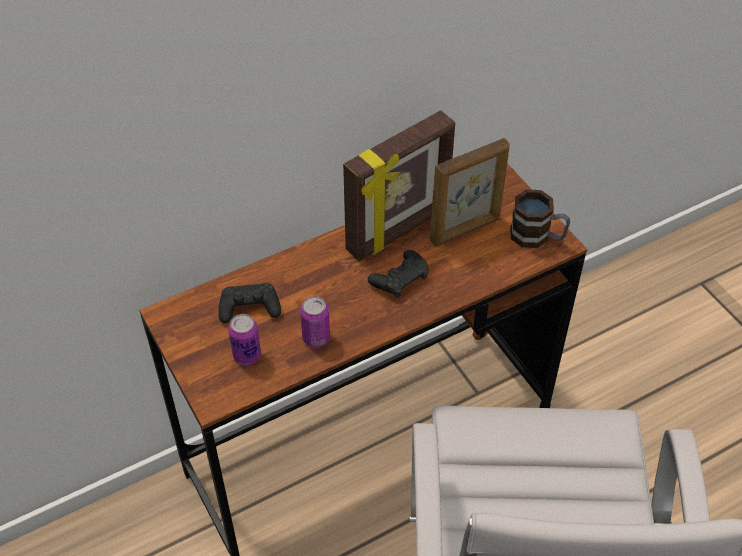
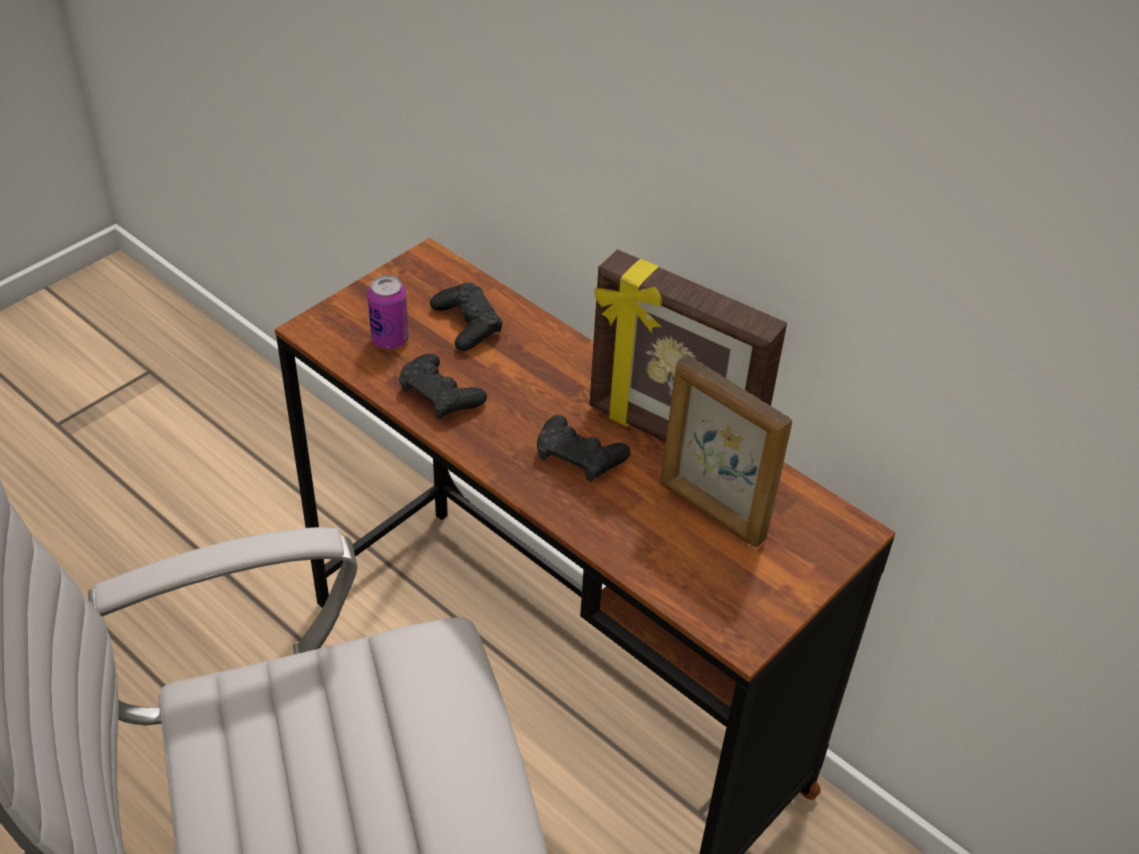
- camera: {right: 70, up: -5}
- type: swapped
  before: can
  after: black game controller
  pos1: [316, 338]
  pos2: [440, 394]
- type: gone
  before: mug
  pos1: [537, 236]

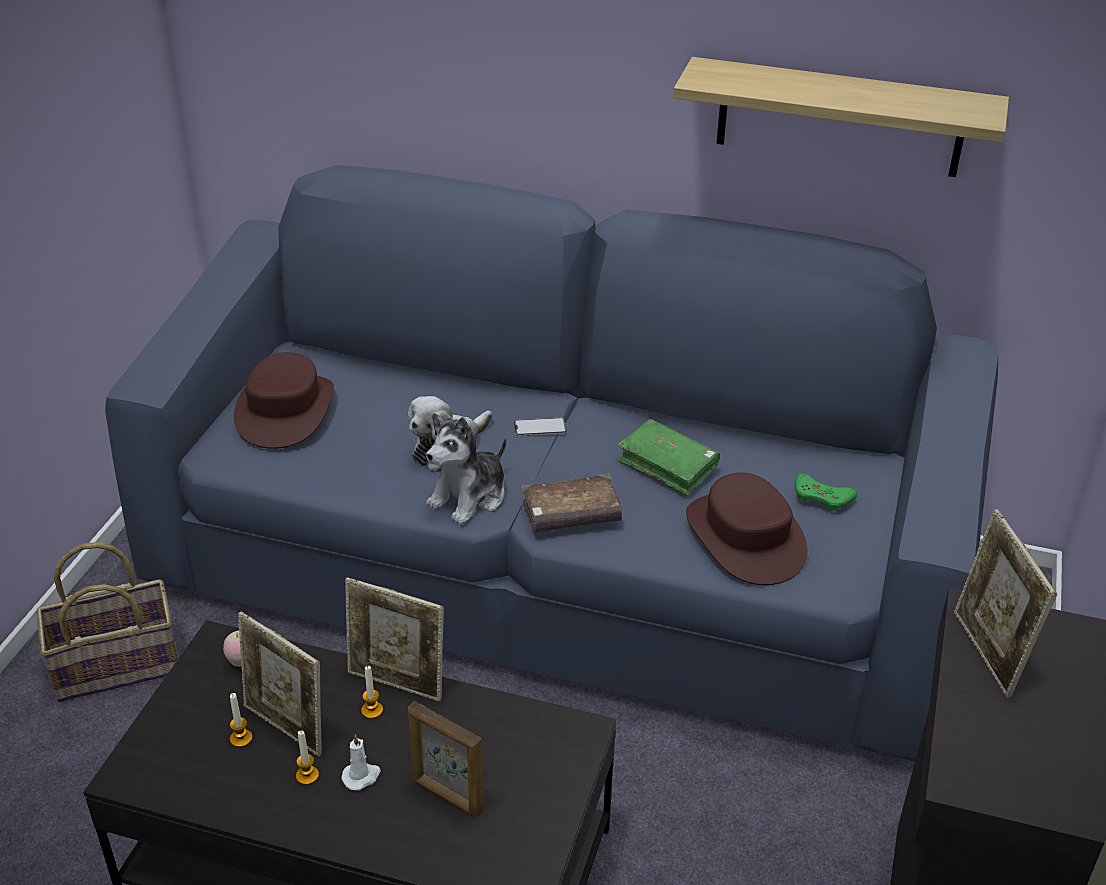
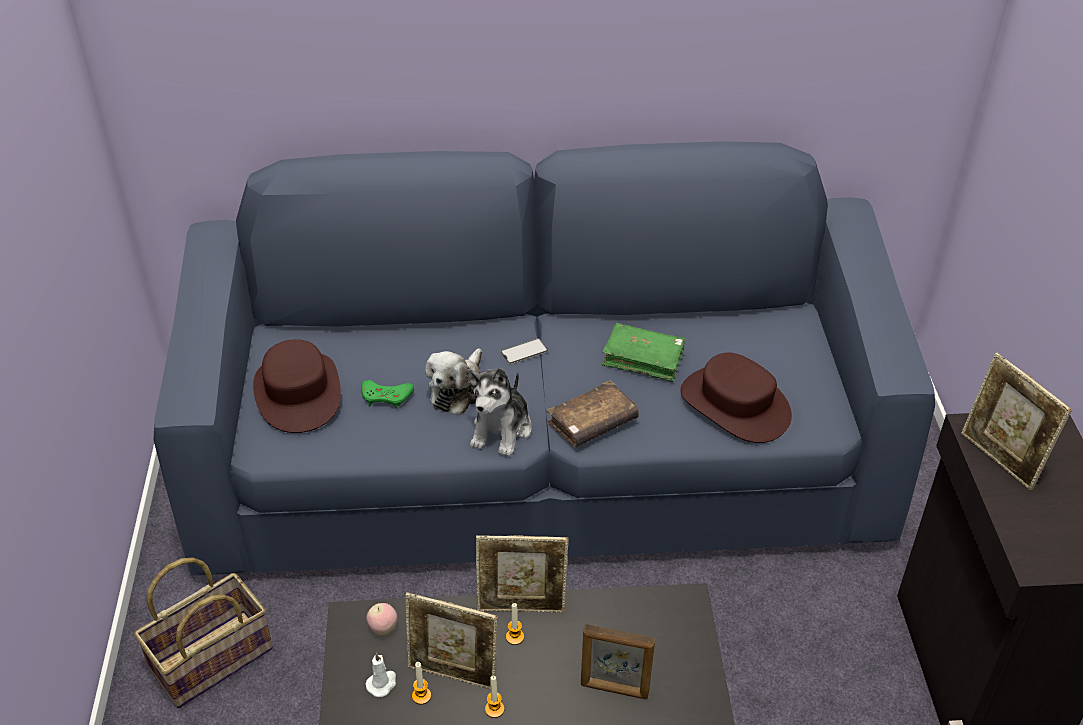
- camera: {right: -20, up: 5}
- type: shifted
  before: green game controller
  pos1: [822, 498]
  pos2: [386, 397]
- type: shifted
  before: white candle
  pos1: [361, 776]
  pos2: [382, 683]
- type: gone
  before: shelf
  pos1: [840, 118]

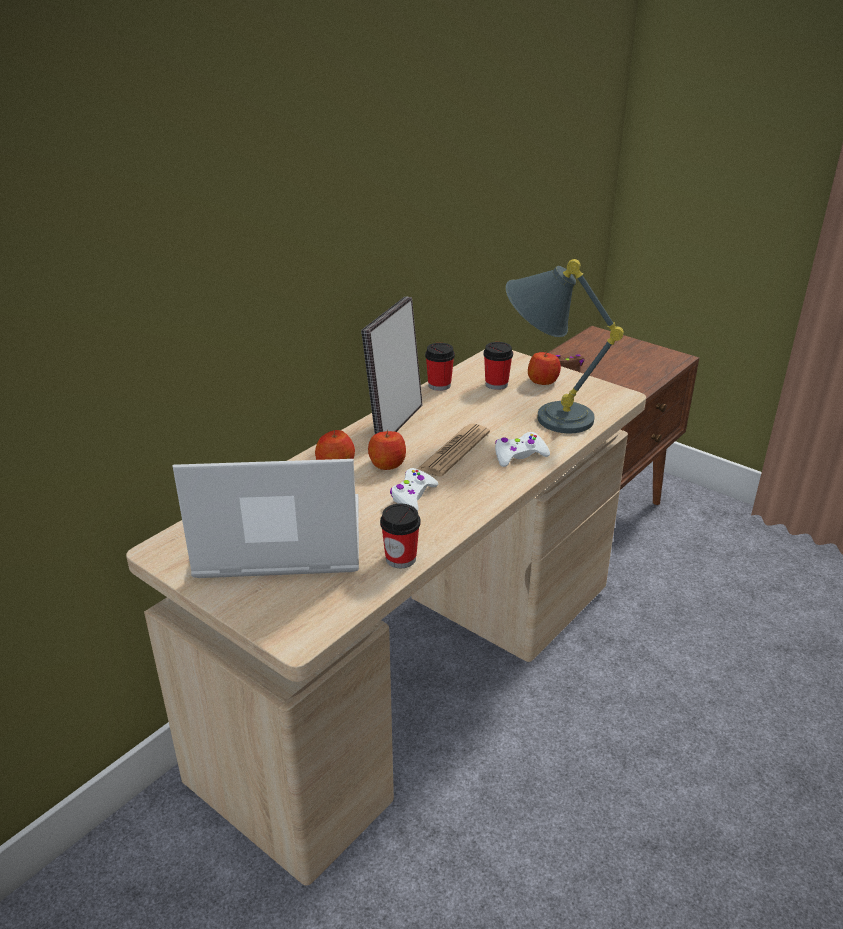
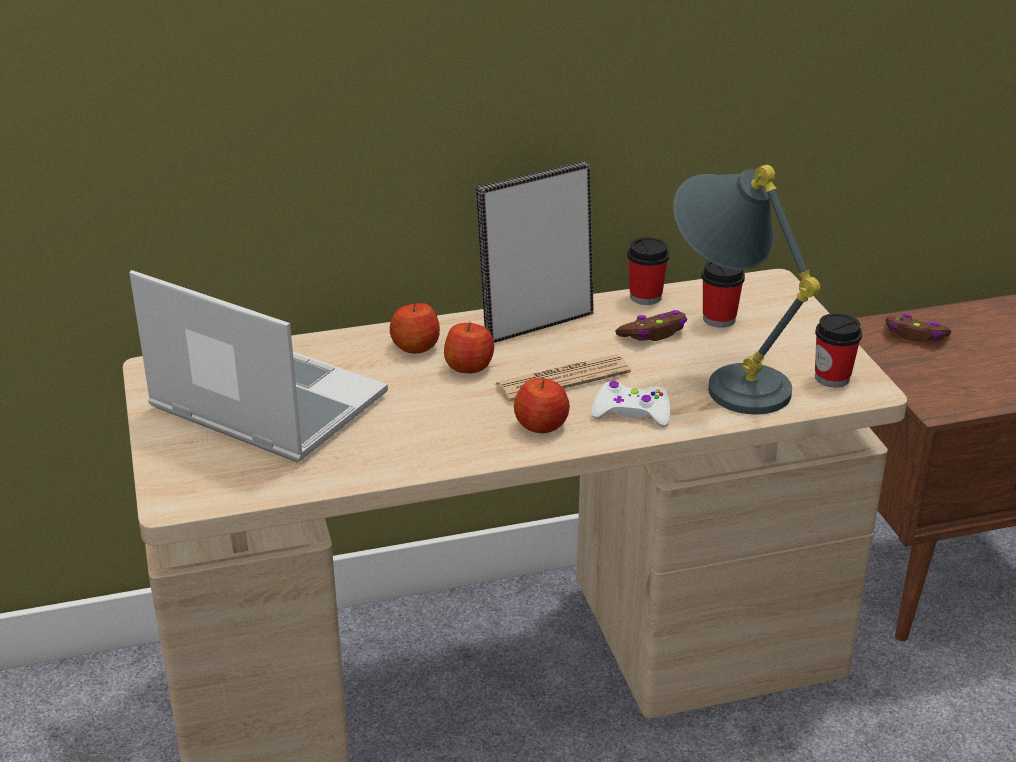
- camera: {right: 35, up: 0}
- type: shifted
  before: apple
  pos1: [543, 381]
  pos2: [542, 425]
- type: new
  after: brown game controller
  pos2: [653, 333]
- type: shifted
  before: cup
  pos1: [400, 558]
  pos2: [832, 378]
- type: gone
  before: white game controller
  pos1: [413, 496]

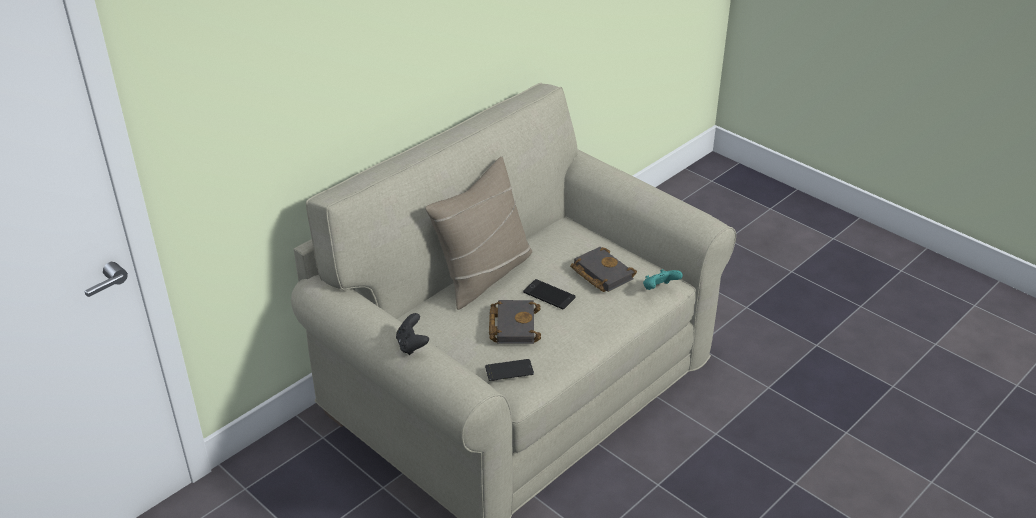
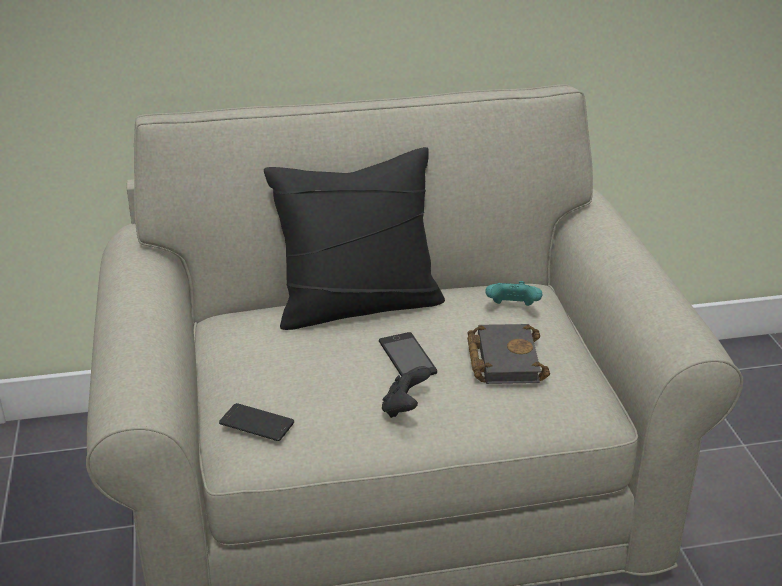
- camera: {right: 35, up: -5}
- type: repainted
  before: beige pillow
  after: black pillow
  pos1: [484, 275]
  pos2: [358, 305]
- type: shifted
  before: black game controller
  pos1: [412, 345]
  pos2: [404, 408]
- type: shifted
  before: turquoise game controller
  pos1: [659, 289]
  pos2: [512, 308]
- type: gone
  before: black book
  pos1: [512, 325]

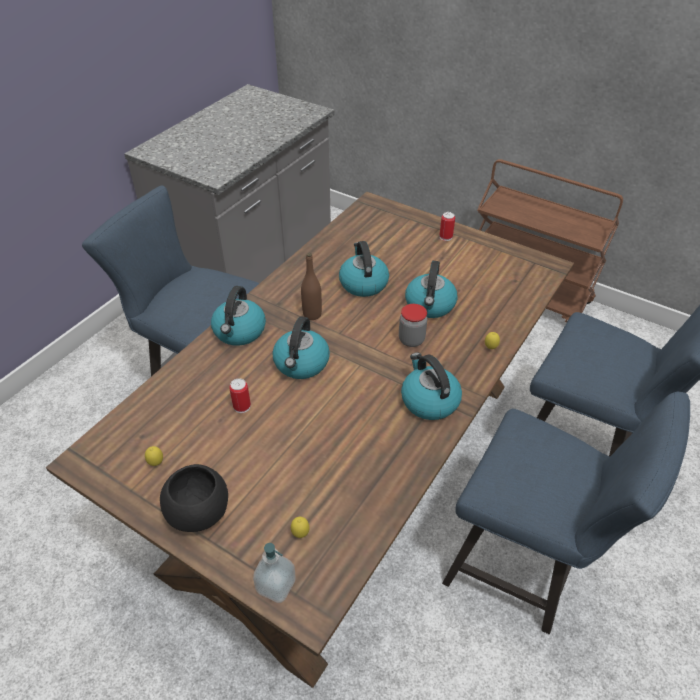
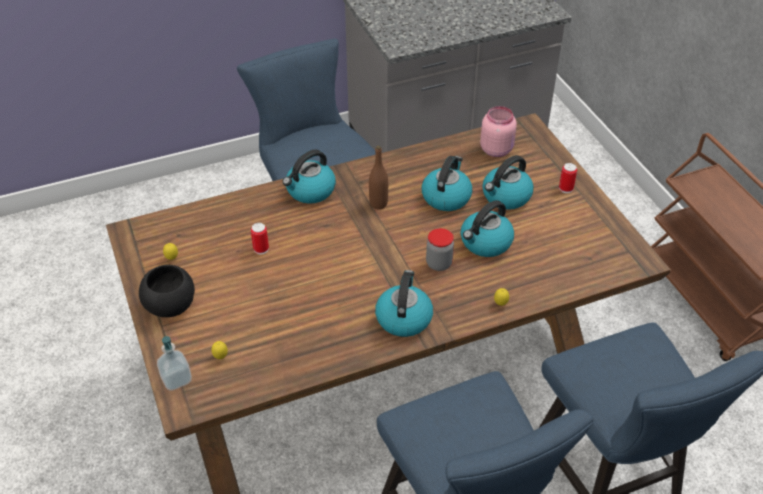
- camera: {right: 35, up: 0}
- type: new
  after: pink jar
  pos2: [496, 149]
- type: shifted
  before: kettle
  pos1: [301, 363]
  pos2: [506, 197]

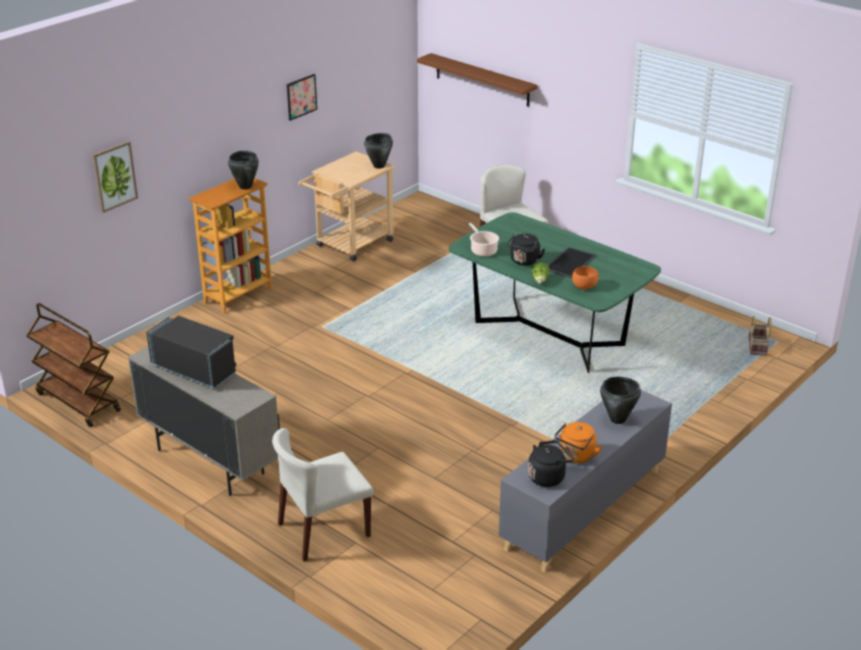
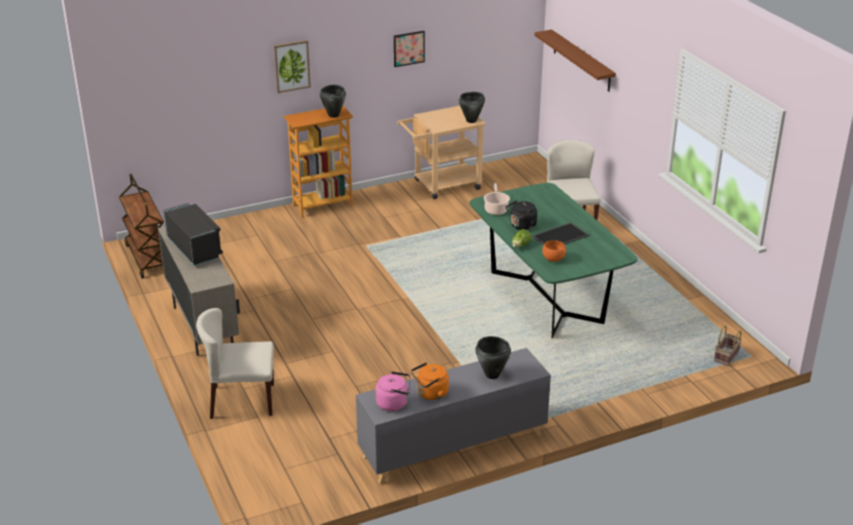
- camera: {right: 25, up: 0}
- type: shifted
  before: picture
  pos1: [114, 176]
  pos2: [291, 66]
- type: repainted
  before: black kettle
  after: pink kettle
  pos1: [548, 477]
  pos2: [394, 403]

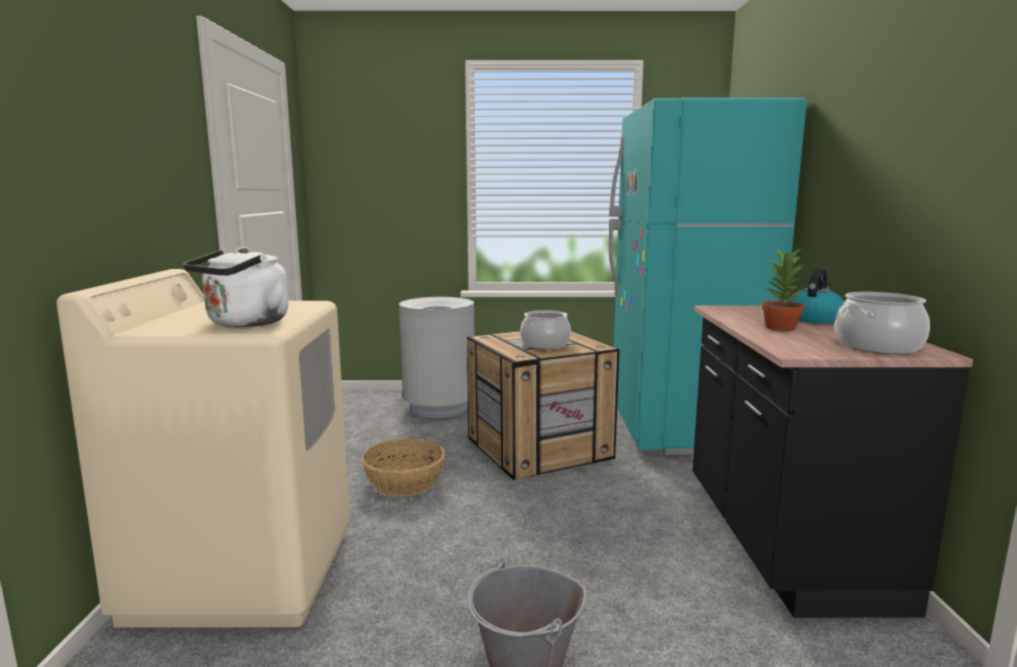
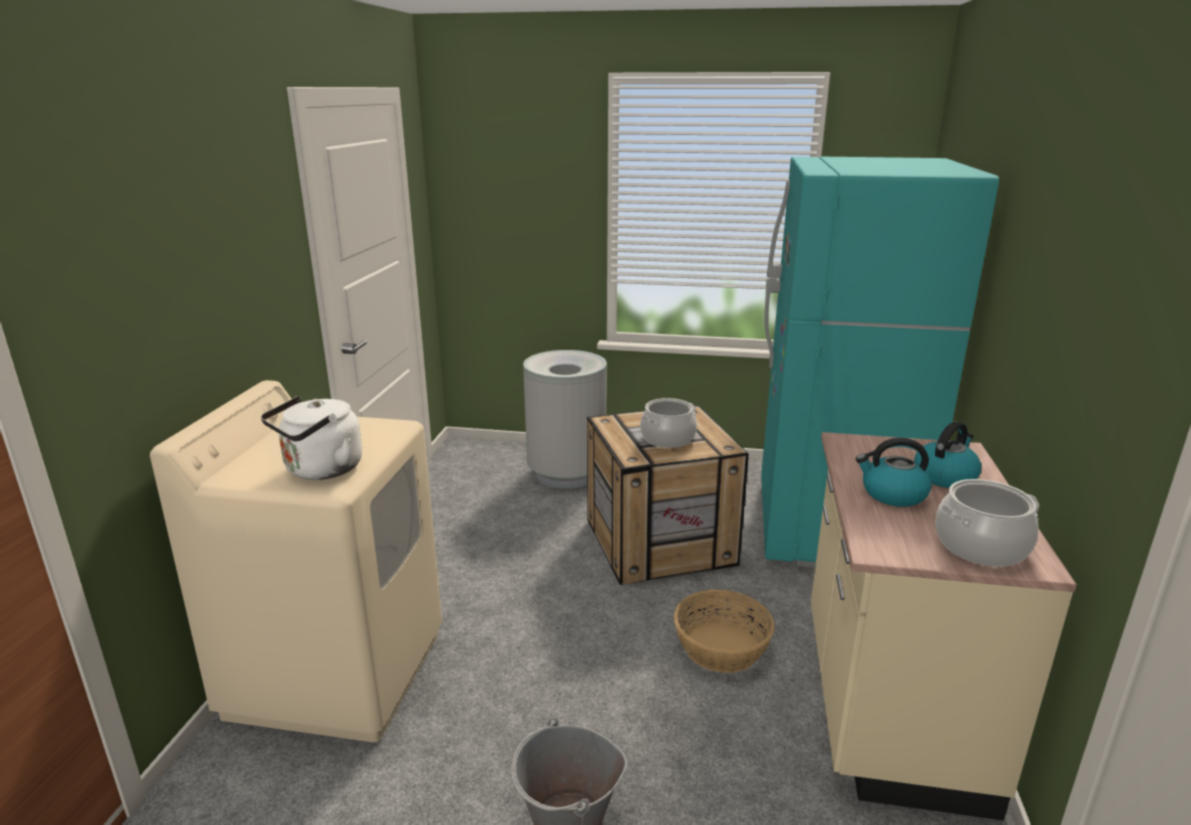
- camera: {right: 10, up: 10}
- type: shifted
  before: basket
  pos1: [405, 482]
  pos2: [721, 647]
- type: repainted
  before: black counter
  after: beige counter
  pos1: [784, 544]
  pos2: [886, 706]
- type: swapped
  before: potted plant
  after: kettle
  pos1: [781, 328]
  pos2: [892, 494]

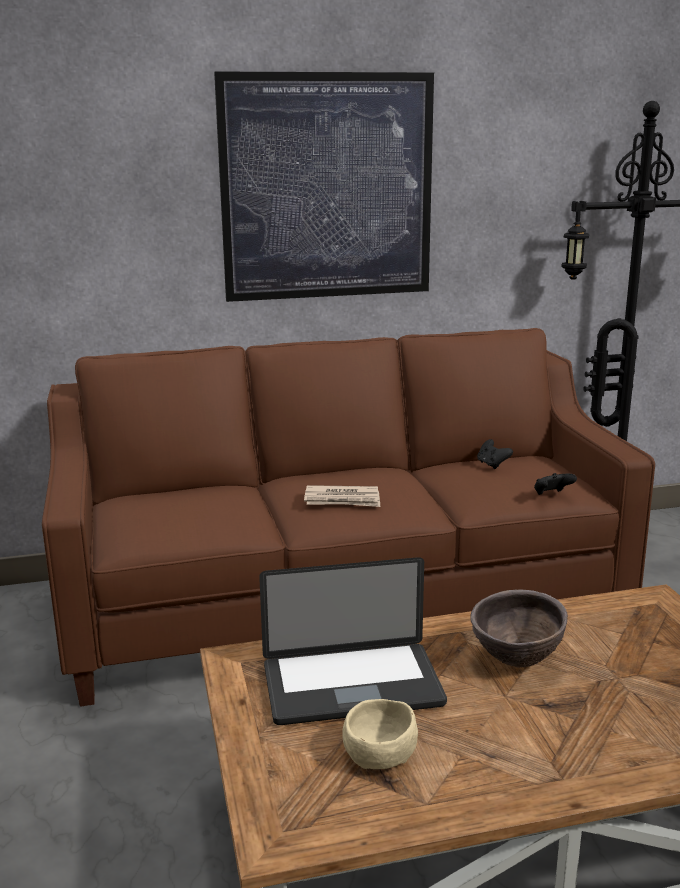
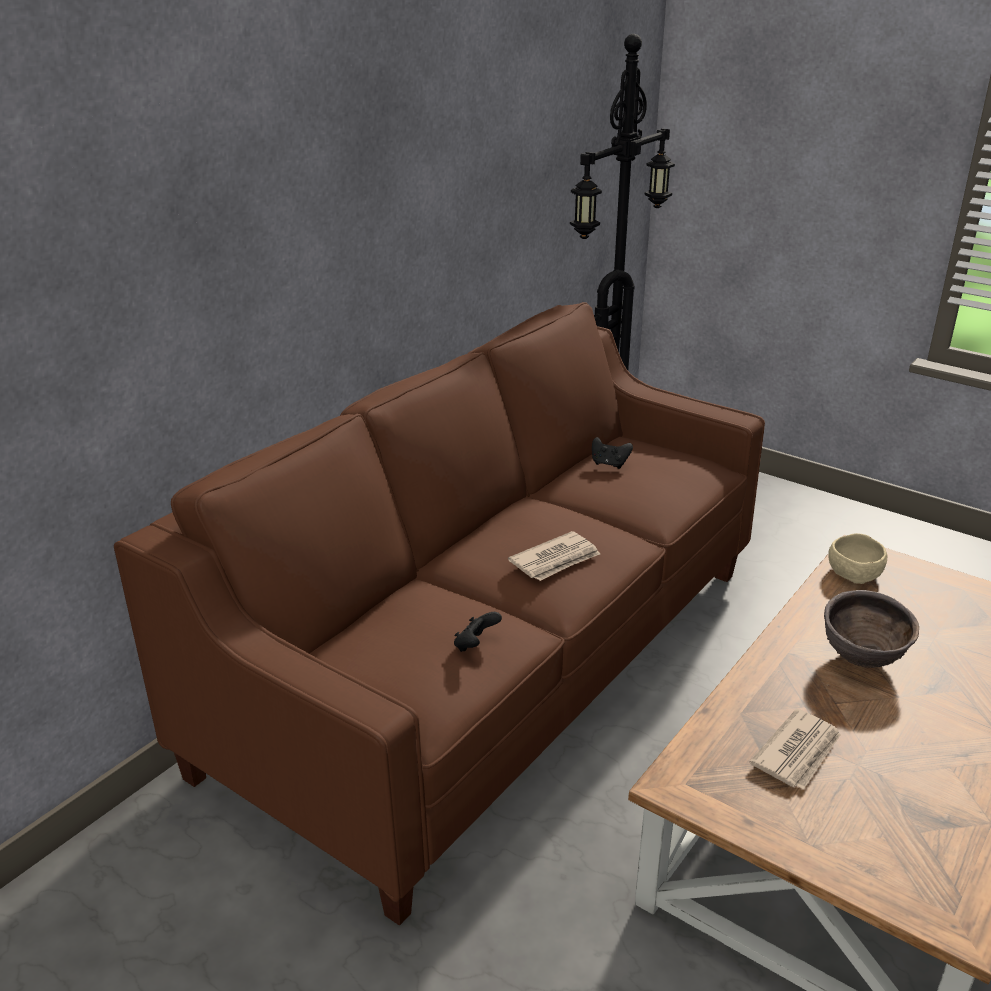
- camera: {right: -40, up: 10}
- type: shifted
  before: black game controller
  pos1: [552, 495]
  pos2: [475, 645]
- type: swapped
  before: laptop
  after: newspaper
  pos1: [352, 686]
  pos2: [798, 752]
- type: shifted
  before: beige bowl
  pos1: [378, 754]
  pos2: [854, 574]
- type: gone
  before: picture
  pos1: [327, 188]

